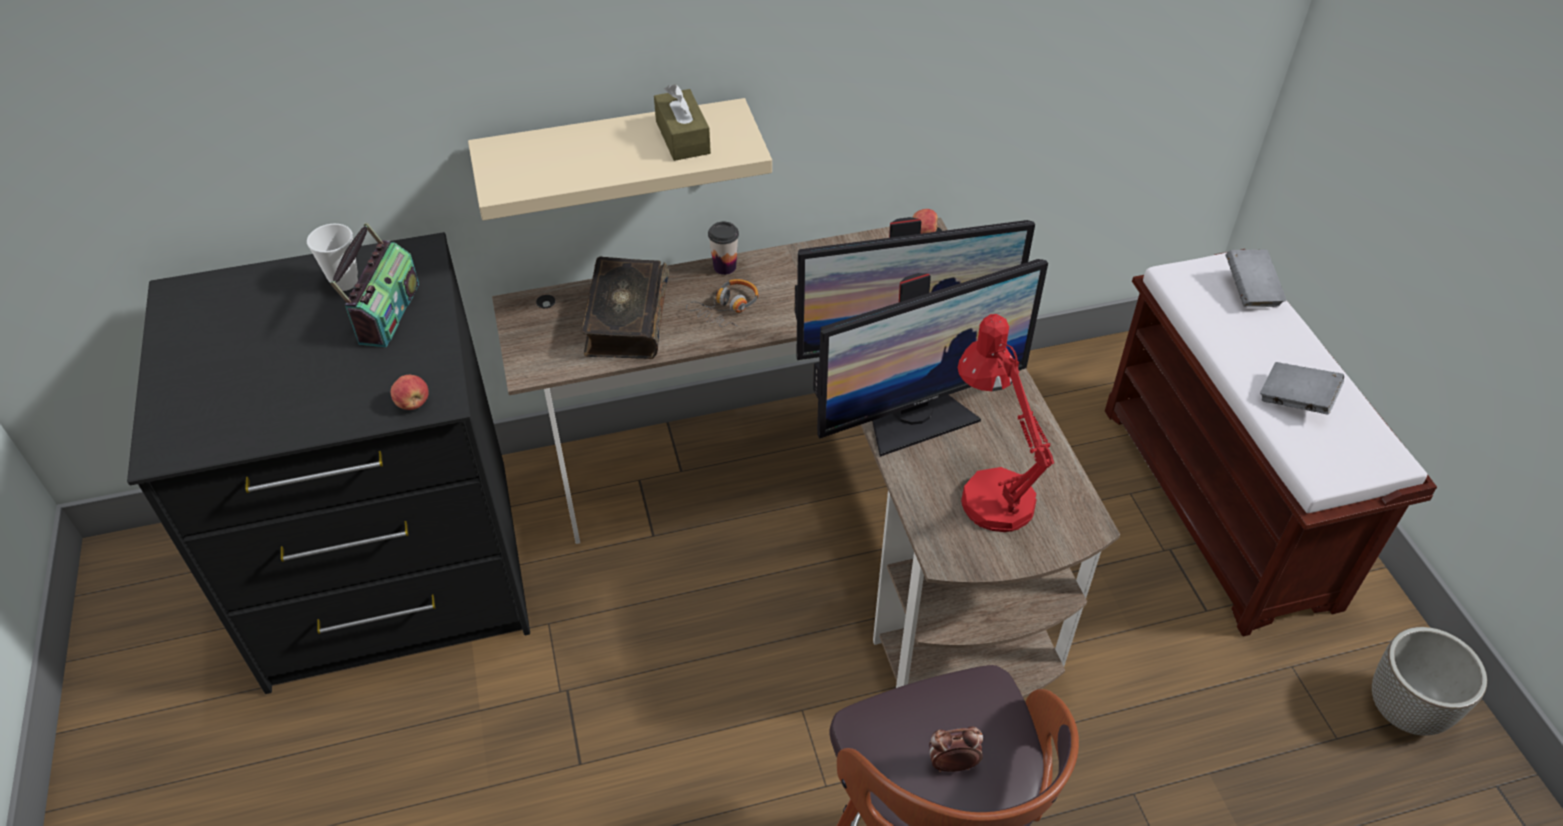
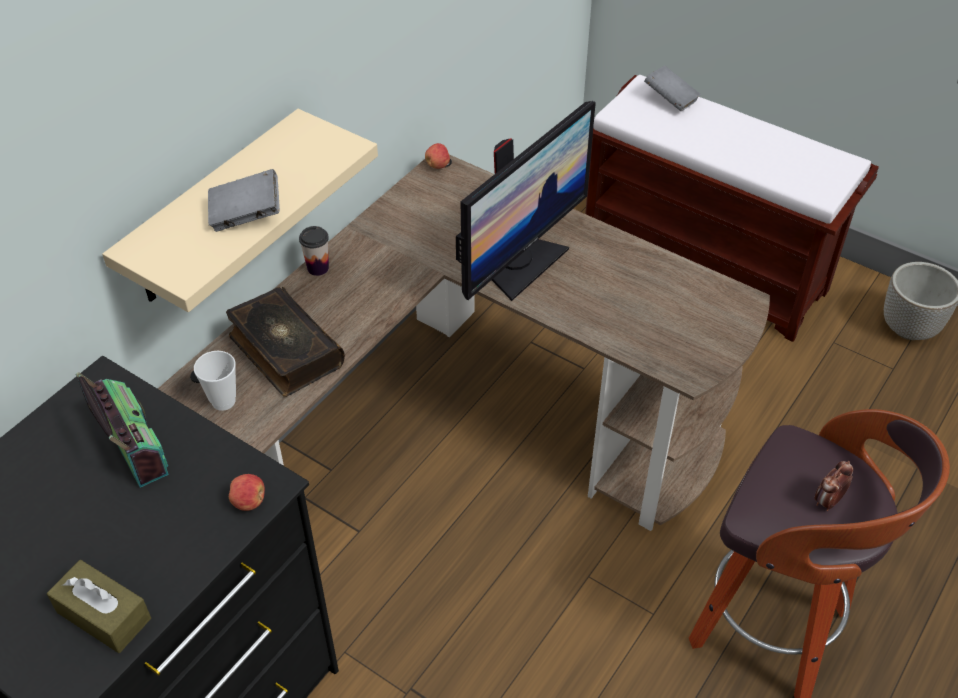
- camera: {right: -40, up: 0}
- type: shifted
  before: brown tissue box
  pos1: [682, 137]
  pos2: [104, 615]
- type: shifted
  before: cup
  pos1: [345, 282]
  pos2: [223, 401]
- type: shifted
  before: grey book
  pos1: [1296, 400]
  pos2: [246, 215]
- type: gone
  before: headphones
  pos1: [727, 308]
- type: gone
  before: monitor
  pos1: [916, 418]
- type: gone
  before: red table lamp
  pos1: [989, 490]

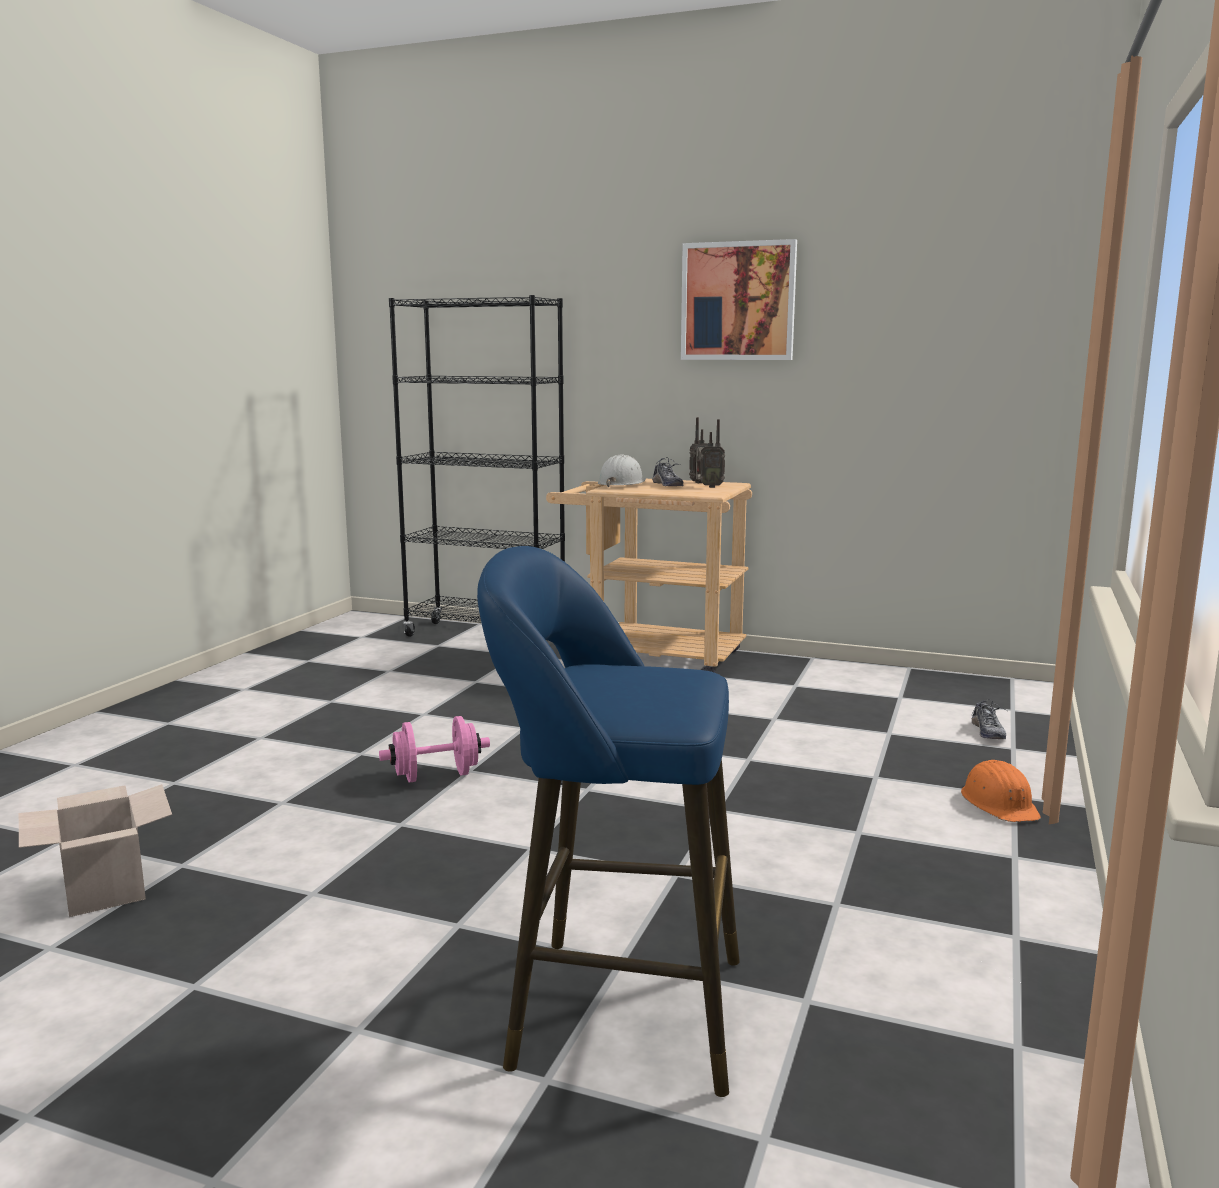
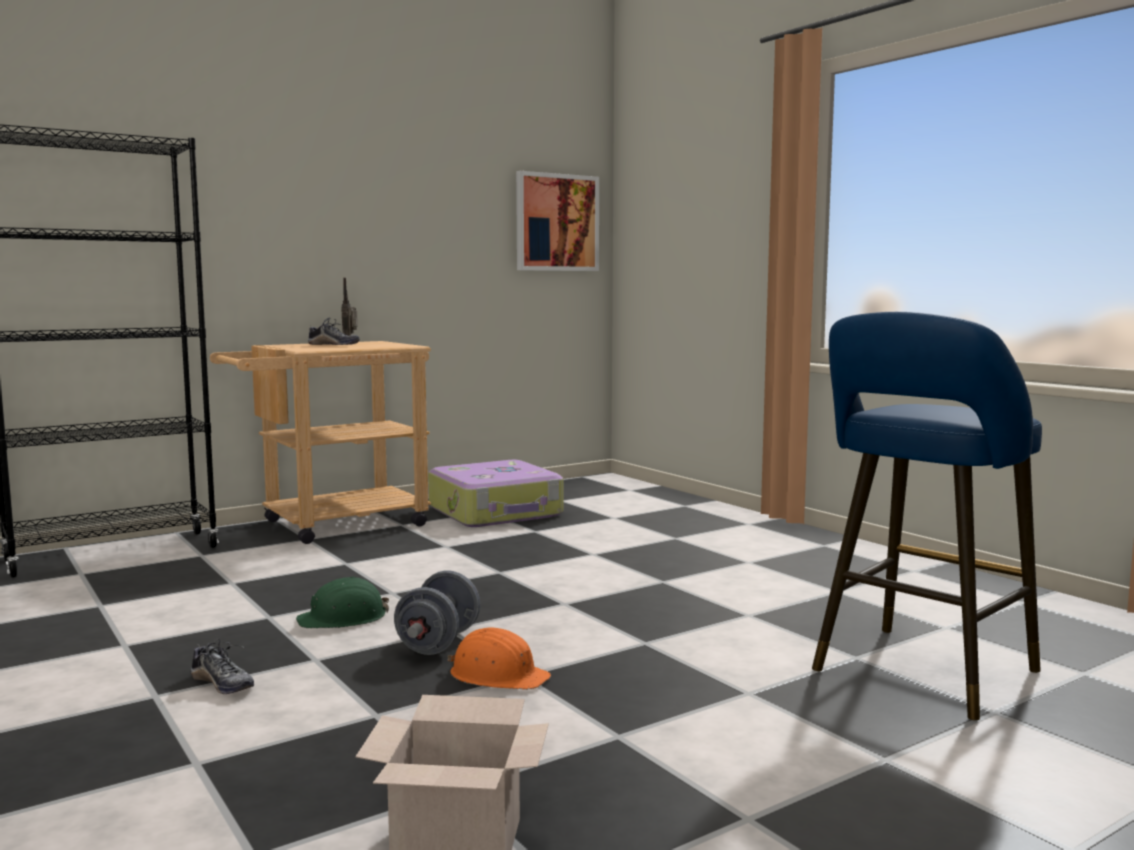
- camera: {right: -55, up: -5}
- type: shifted
  before: shoe
  pos1: [987, 732]
  pos2: [222, 684]
- type: new
  after: green hard hat
  pos2: [343, 618]
- type: repainted
  before: pink dumbbell
  after: grey dumbbell
  pos1: [436, 776]
  pos2: [438, 642]
- type: new
  after: suitcase
  pos2: [496, 511]
- type: shifted
  before: orange hard hat
  pos1: [999, 803]
  pos2: [498, 675]
- type: shifted
  before: picture
  pos1: [738, 301]
  pos2: [556, 222]
- type: gone
  before: white hard hat
  pos1: [621, 483]
- type: gone
  before: radio
  pos1: [710, 487]

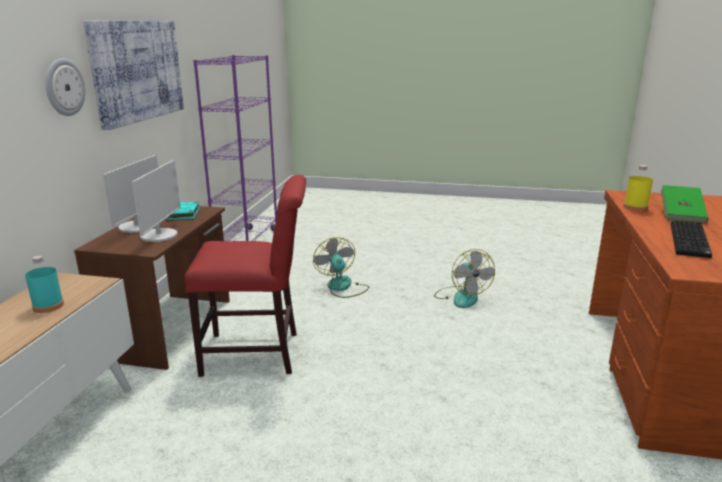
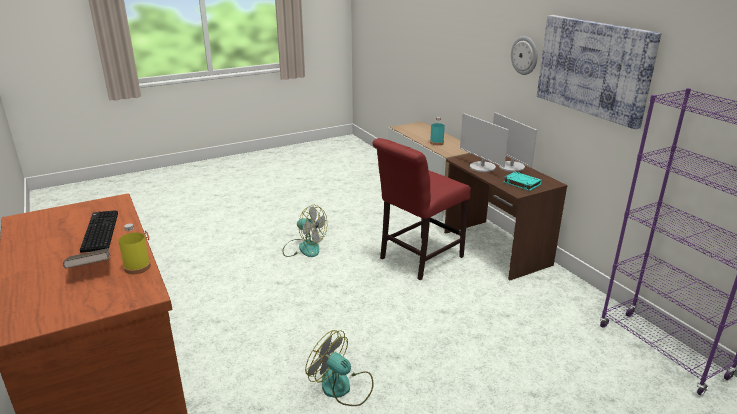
- camera: {right: 140, up: 5}
- type: repainted
  before: green book
  after: brown book
  pos1: [681, 215]
  pos2: [90, 269]
- type: shifted
  before: fan
  pos1: [342, 287]
  pos2: [304, 247]

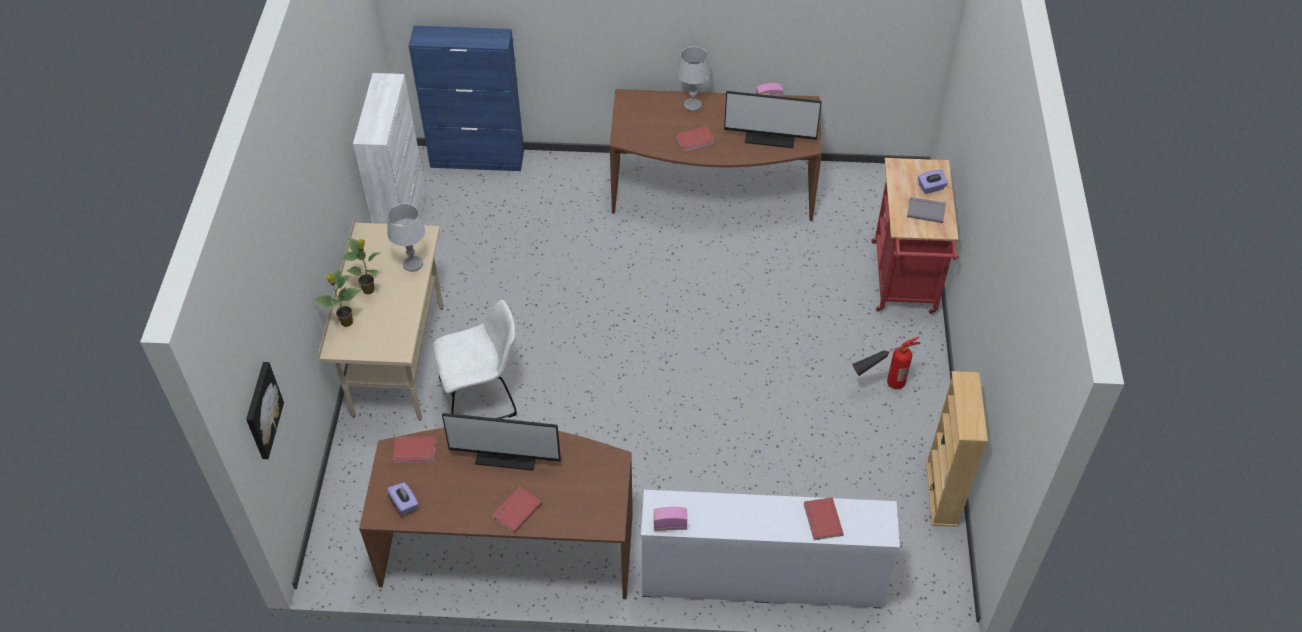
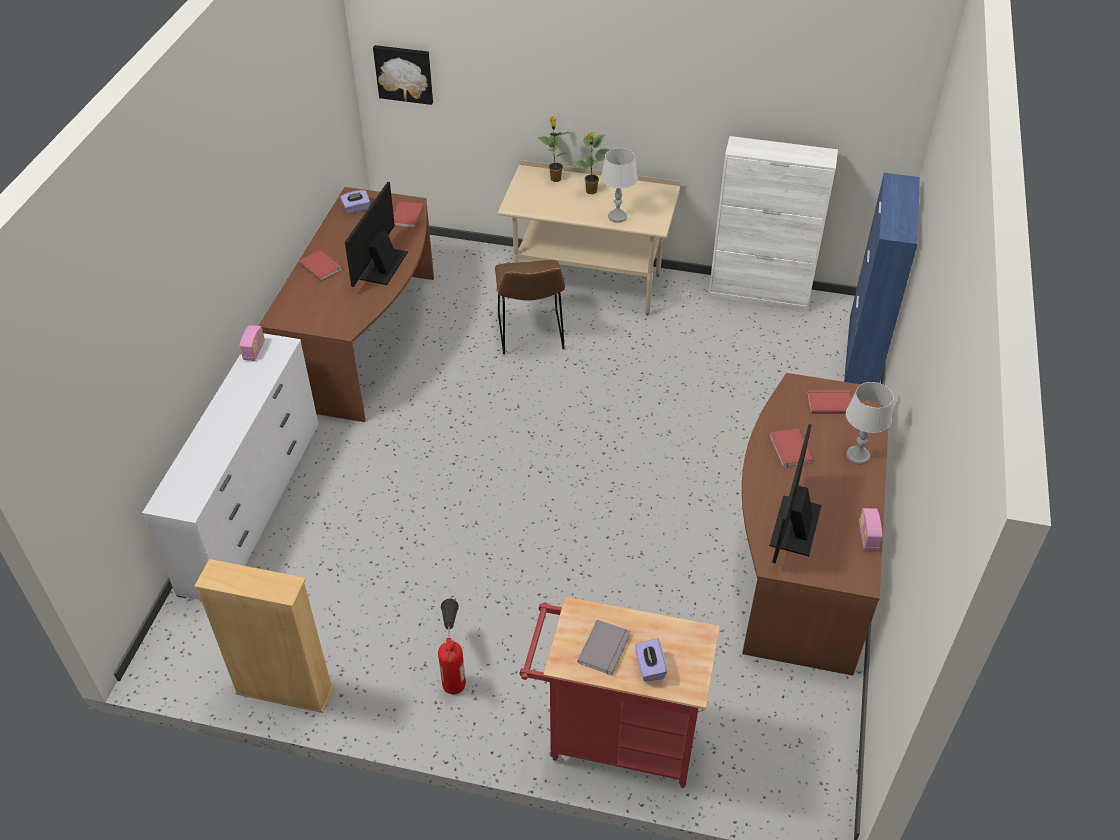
- camera: {right: 100, up: -5}
- type: repainted
  before: white chair
  after: brown chair
  pos1: [483, 397]
  pos2: [531, 335]
- type: shifted
  before: red book
  pos1: [821, 520]
  pos2: [829, 402]

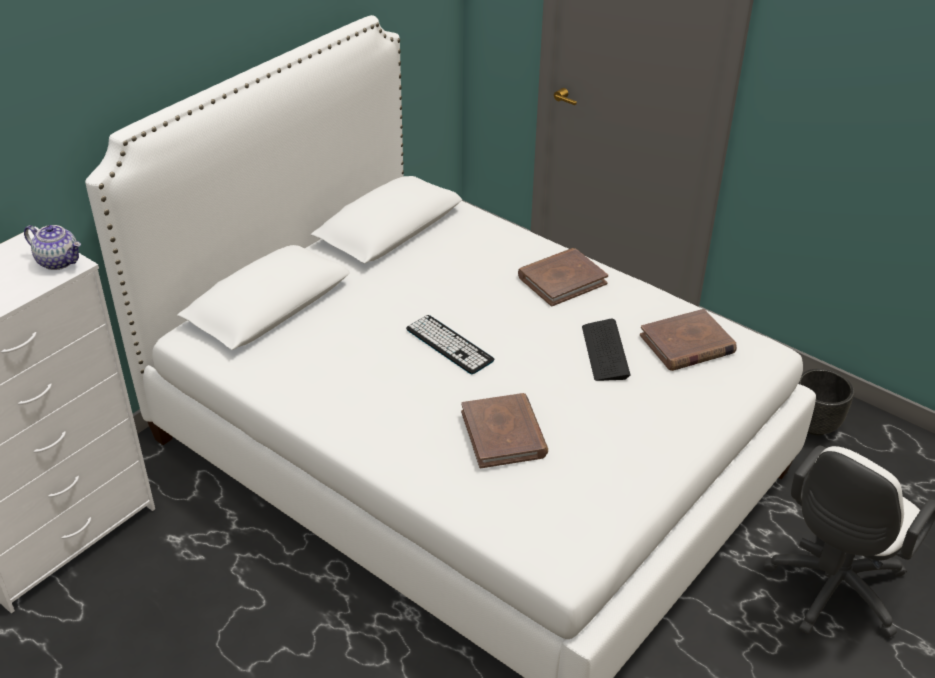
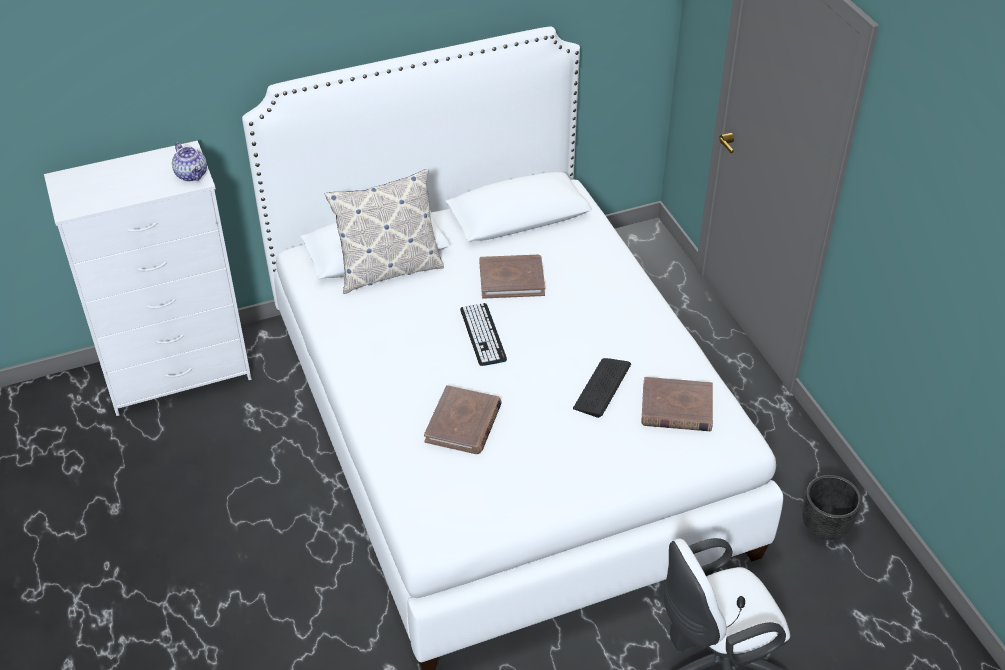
- camera: {right: 30, up: 5}
- type: new
  after: pillow
  pos2: [388, 270]
- type: shifted
  before: brown book
  pos1: [562, 280]
  pos2: [511, 279]

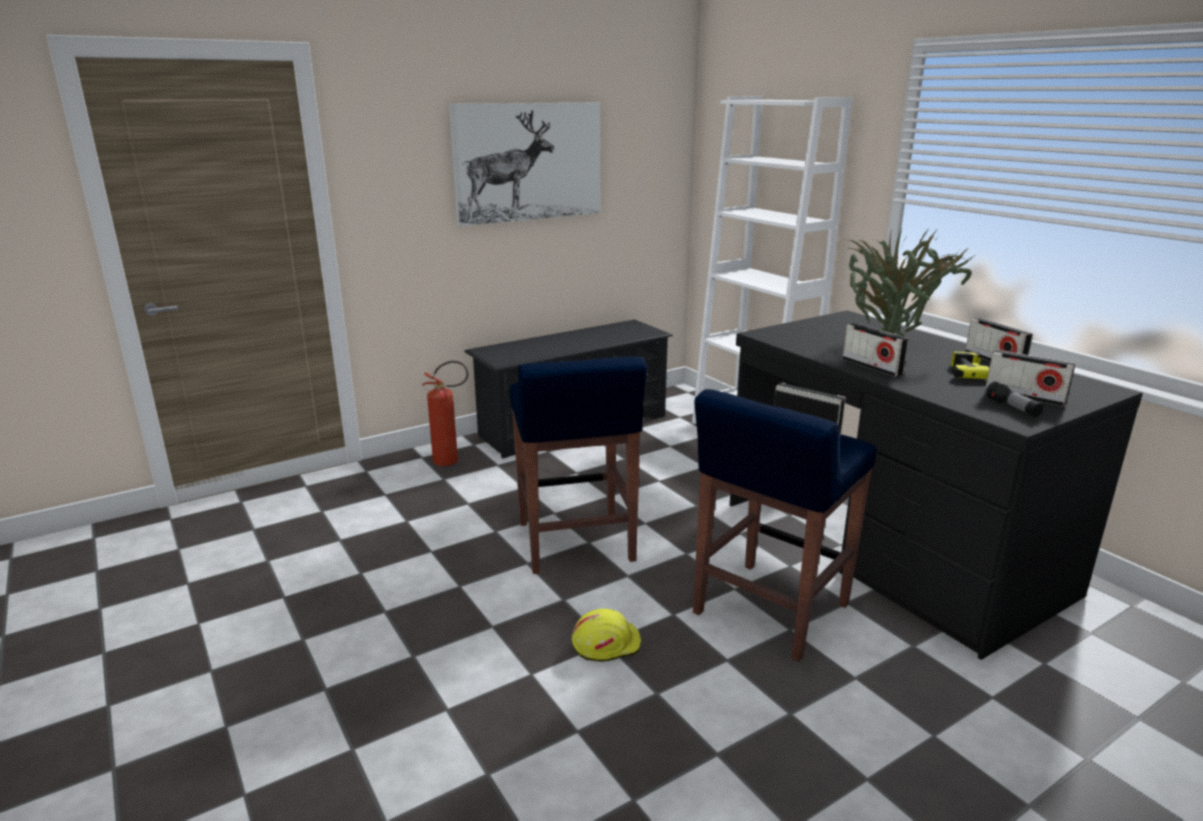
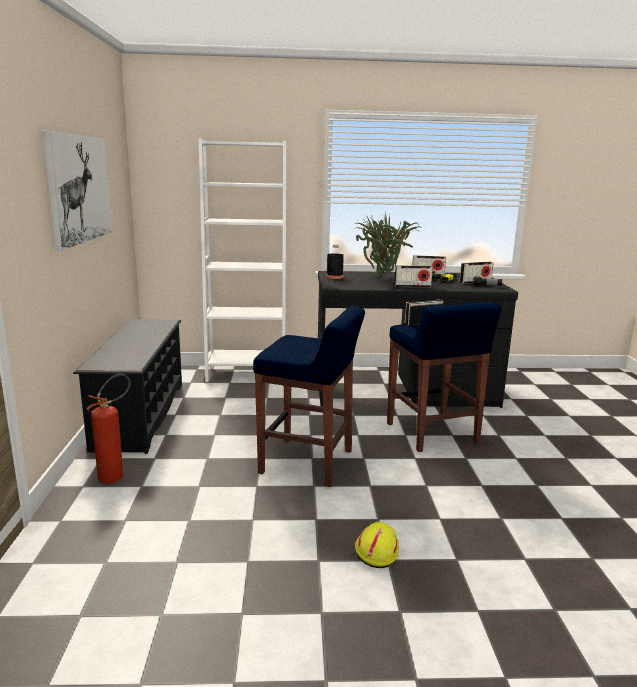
- camera: {right: -60, up: -5}
- type: new
  after: black bottle
  pos2: [334, 277]
- type: shifted
  before: yellow hard hat
  pos1: [606, 643]
  pos2: [376, 551]

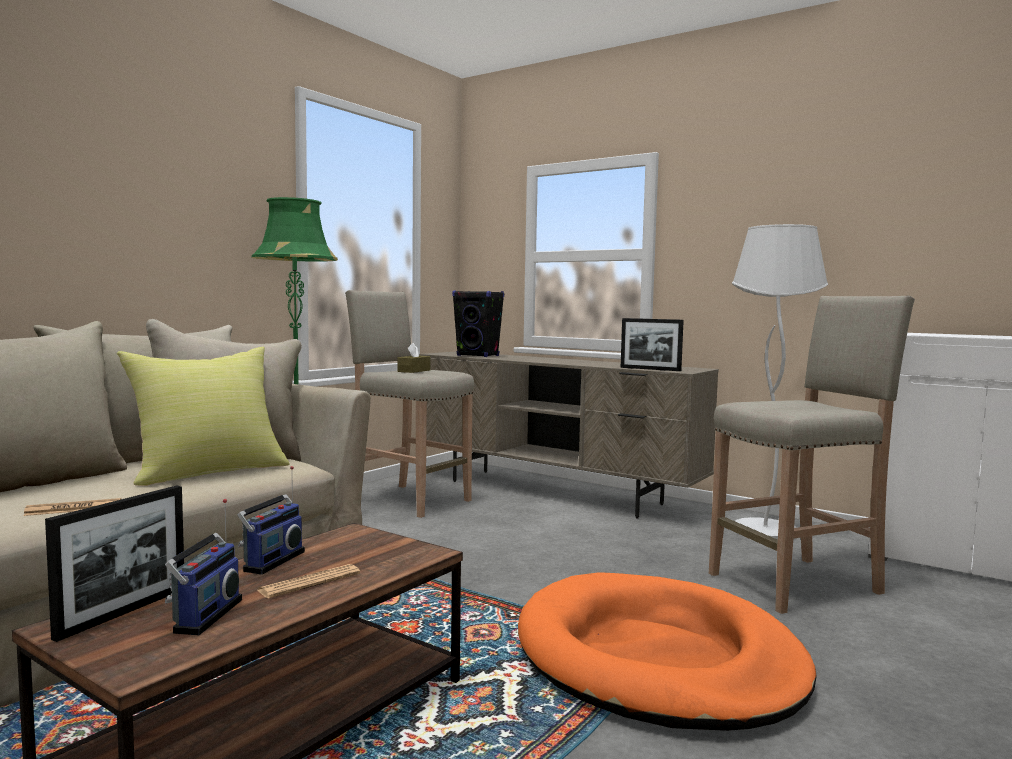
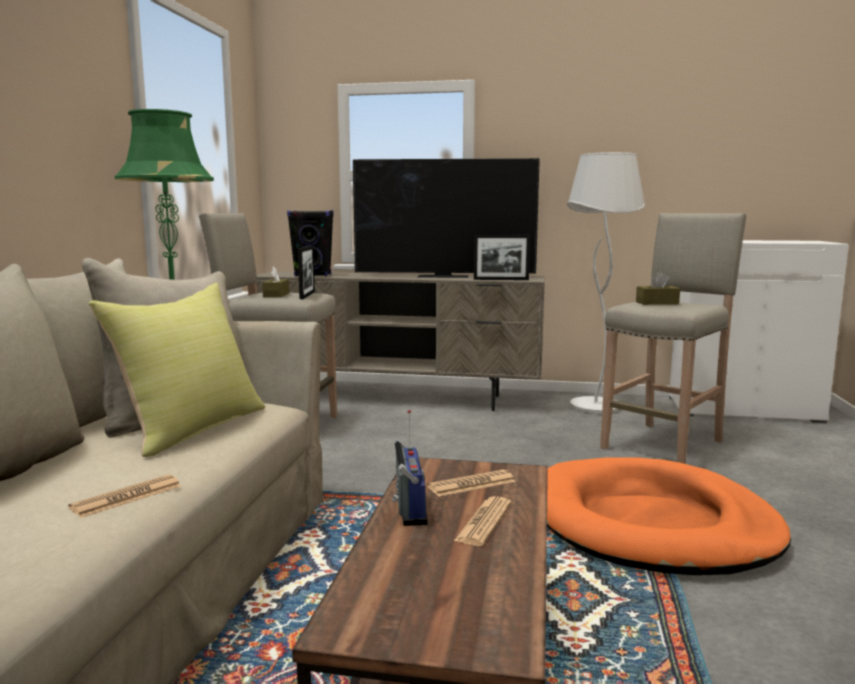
- camera: {right: -25, up: 5}
- type: shifted
  before: picture frame
  pos1: [123, 612]
  pos2: [307, 295]
- type: new
  after: television
  pos2: [444, 276]
- type: new
  after: newspaper
  pos2: [472, 484]
- type: new
  after: brown tissue box
  pos2: [657, 303]
- type: gone
  before: radio
  pos1: [204, 615]

